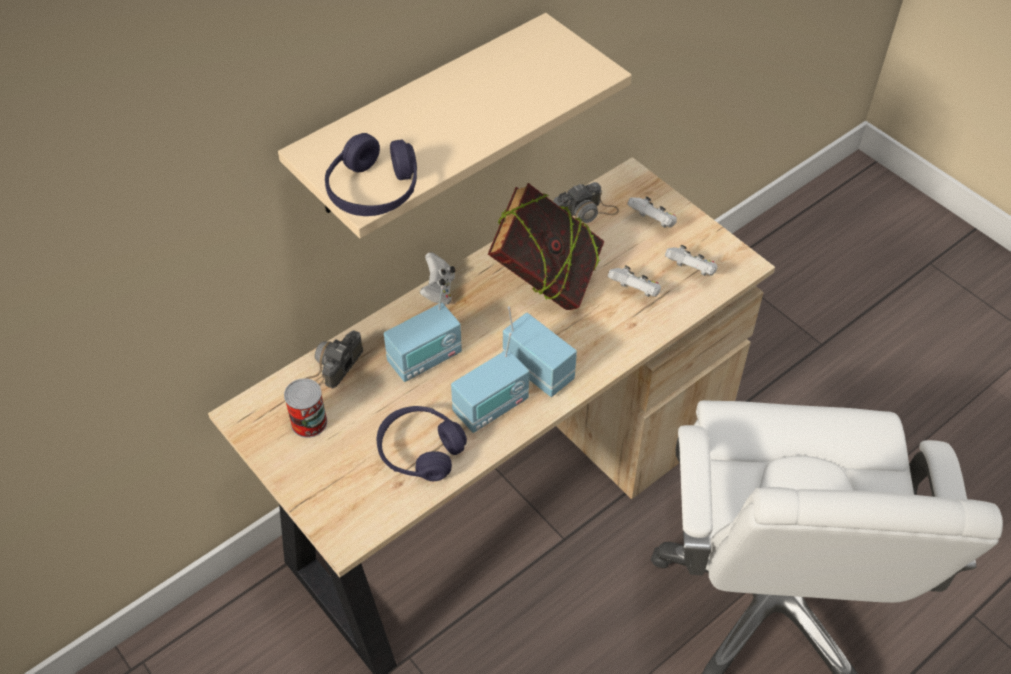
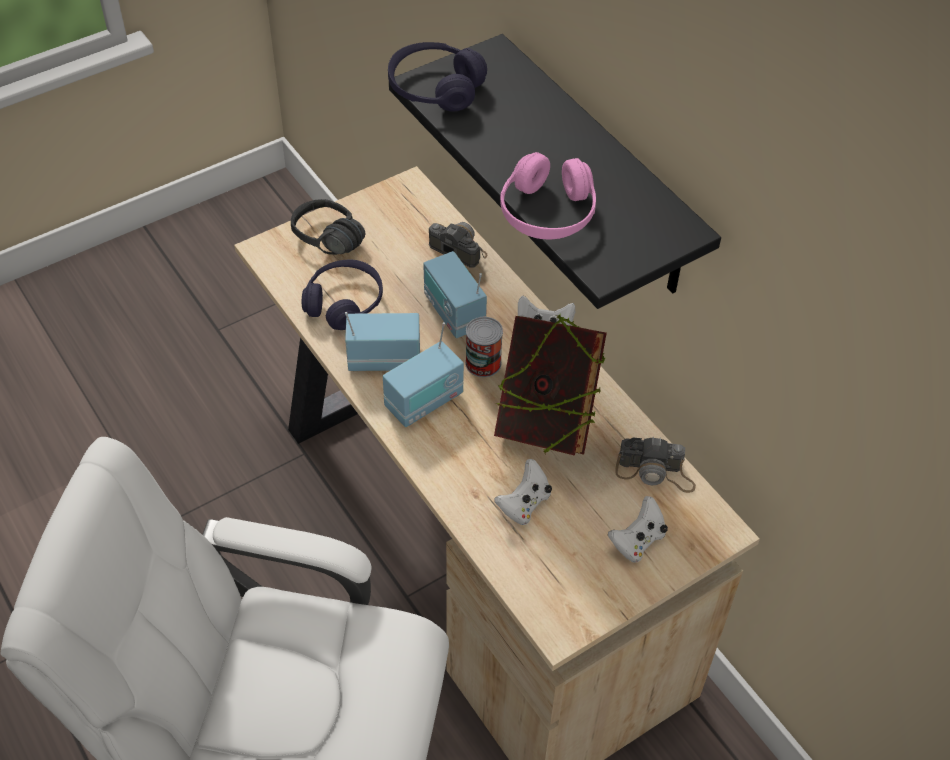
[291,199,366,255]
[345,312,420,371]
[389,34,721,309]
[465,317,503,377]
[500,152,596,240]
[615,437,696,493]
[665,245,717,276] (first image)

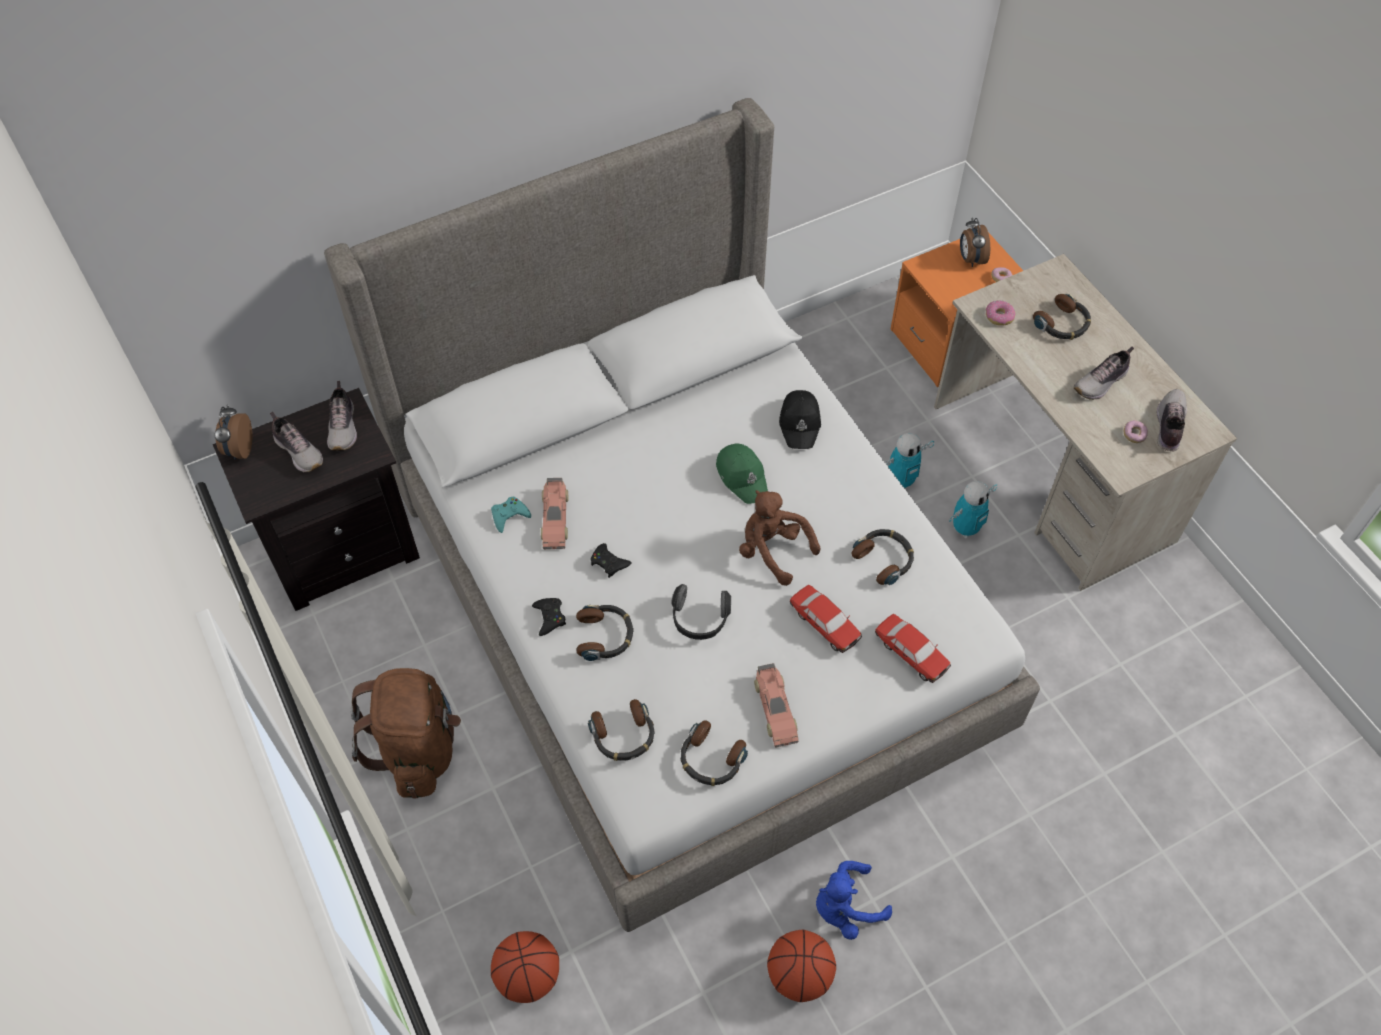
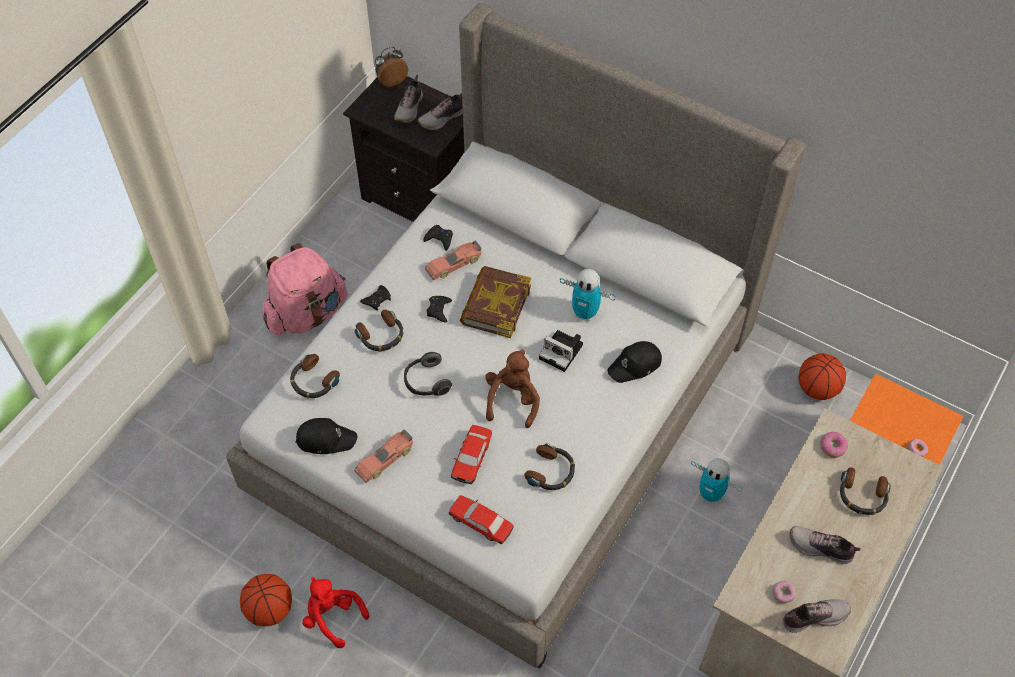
[262,243,348,335]
[296,418,357,454]
[302,577,369,648]
[423,225,453,251]
[449,495,514,544]
[460,266,531,338]
[539,330,583,372]
[560,269,616,321]
[798,353,846,400]
[960,218,990,267] (first image)

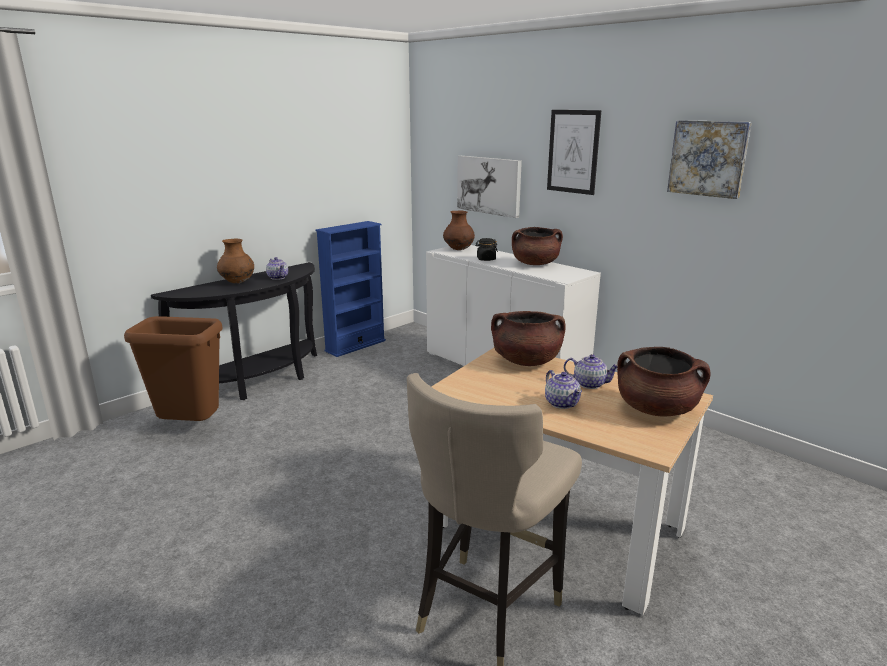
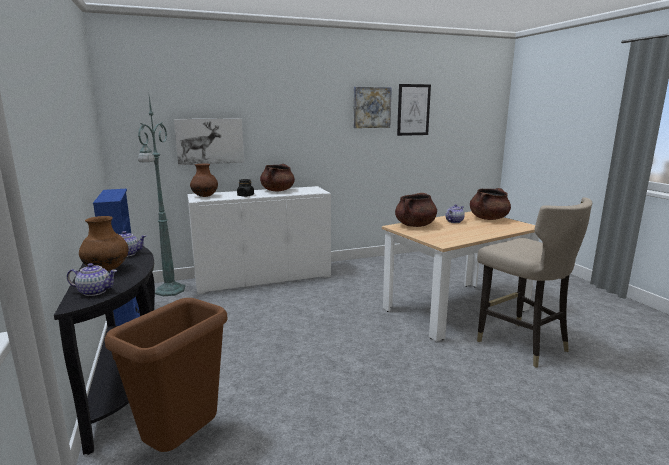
[67,263,117,296]
[138,96,185,296]
[397,84,431,136]

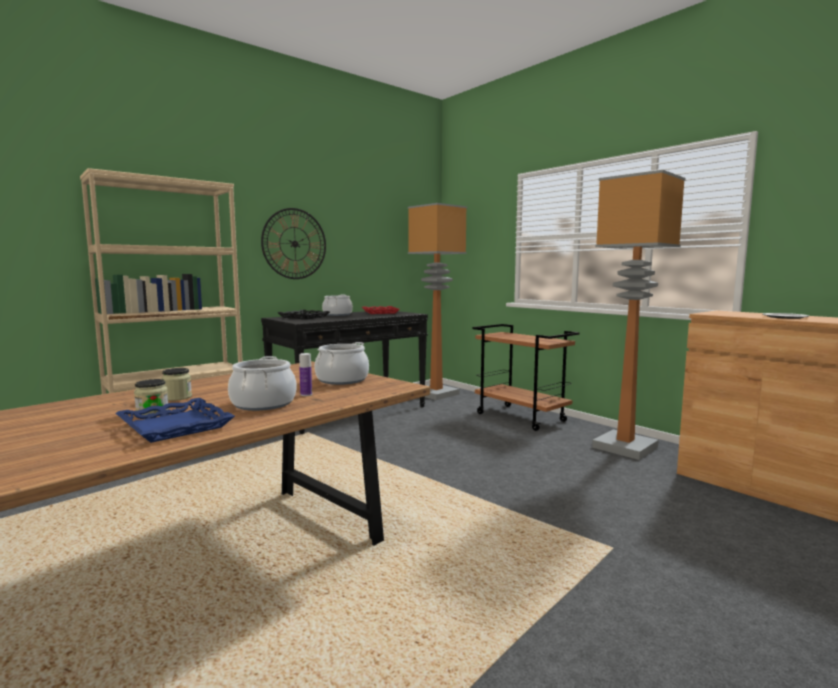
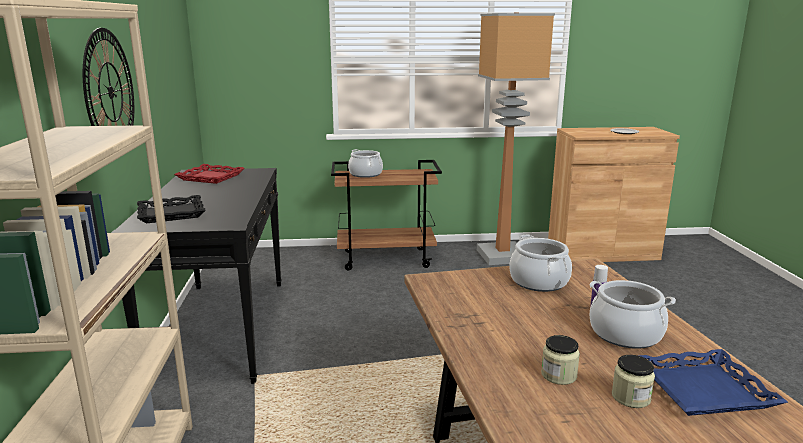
[348,149,383,178]
[408,203,467,400] (first image)

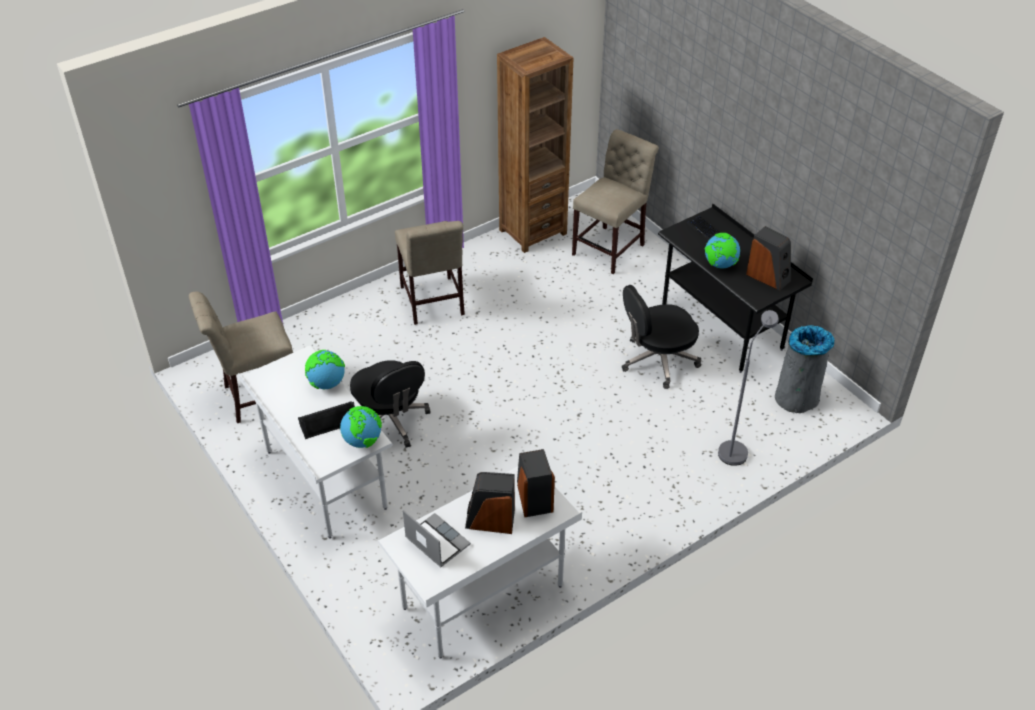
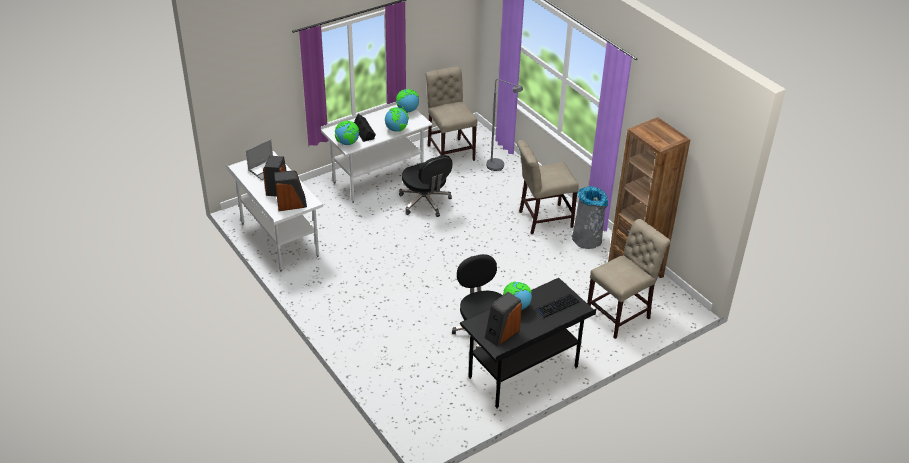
[396,89,419,113]
[399,155,452,217]
[486,79,523,171]
[571,186,608,249]
[587,219,671,339]

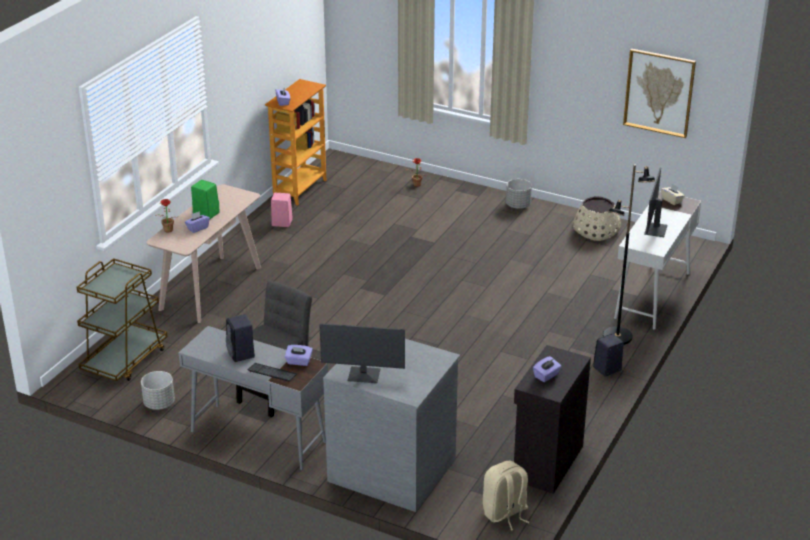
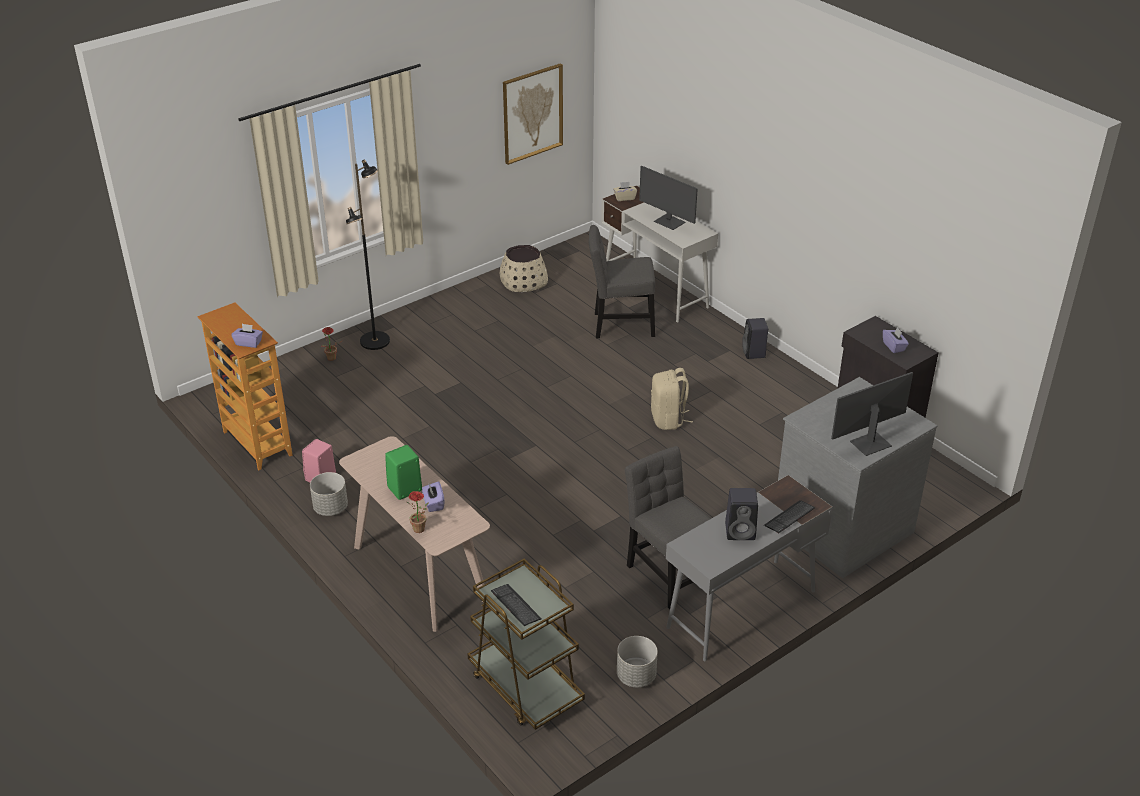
[310,472,348,516]
[346,160,390,350]
[491,584,542,626]
[589,225,655,338]
[651,368,693,430]
[831,372,913,456]
[285,345,313,366] (first image)

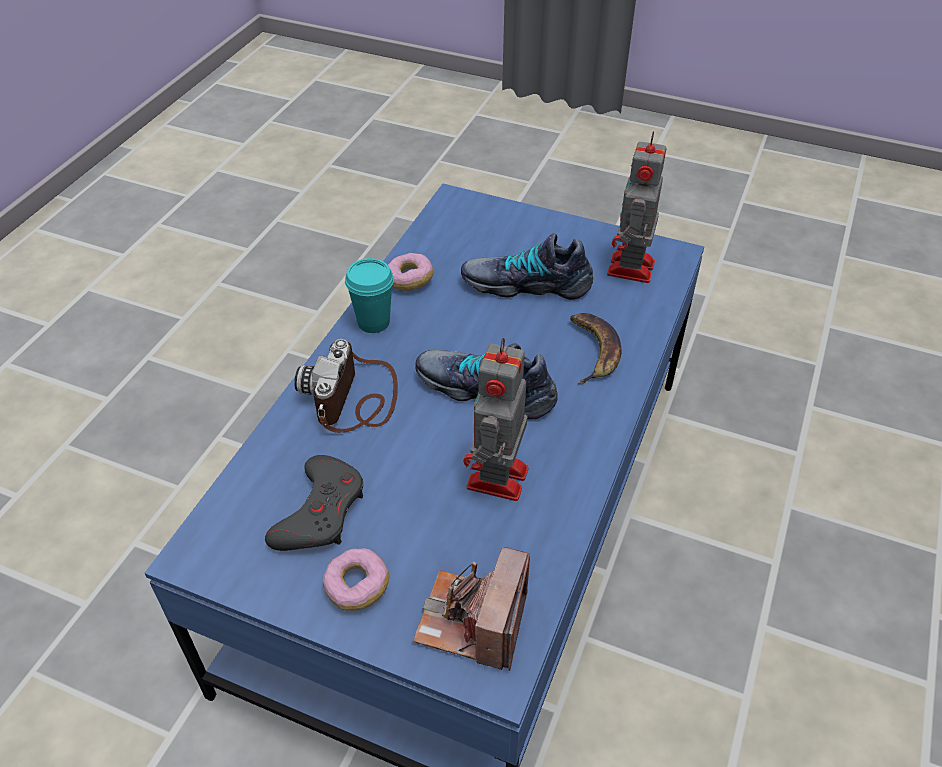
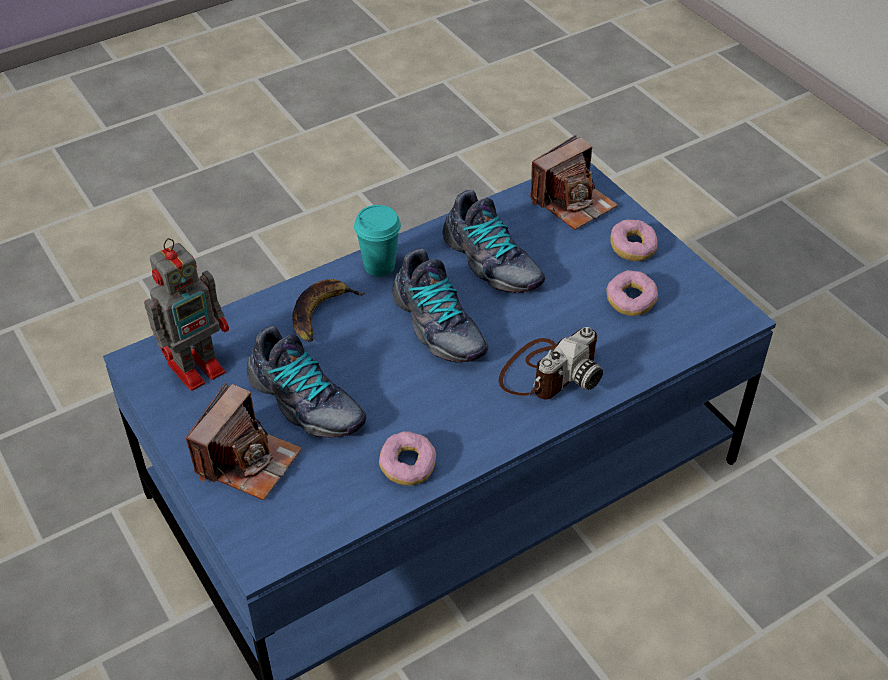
[186,383,302,501]
[354,205,401,276]
[443,190,545,294]
[607,270,658,316]

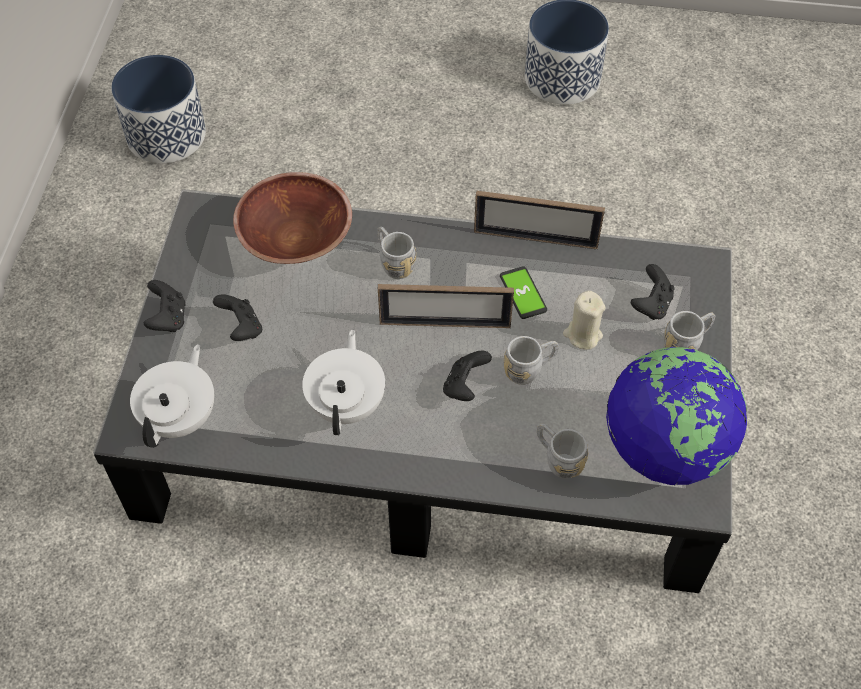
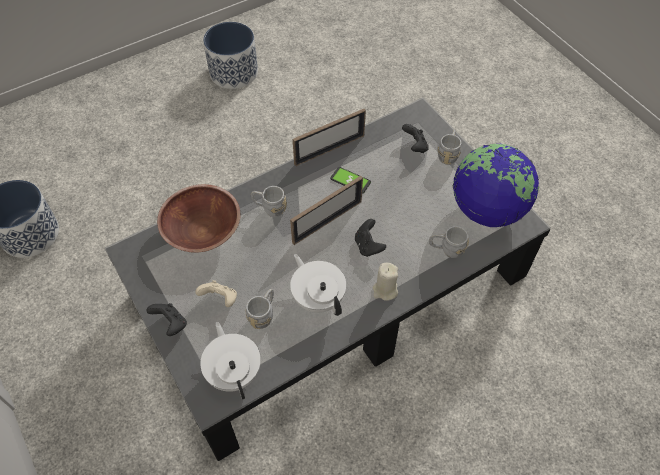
[196,280,237,307]
[246,289,274,329]
[373,263,398,301]

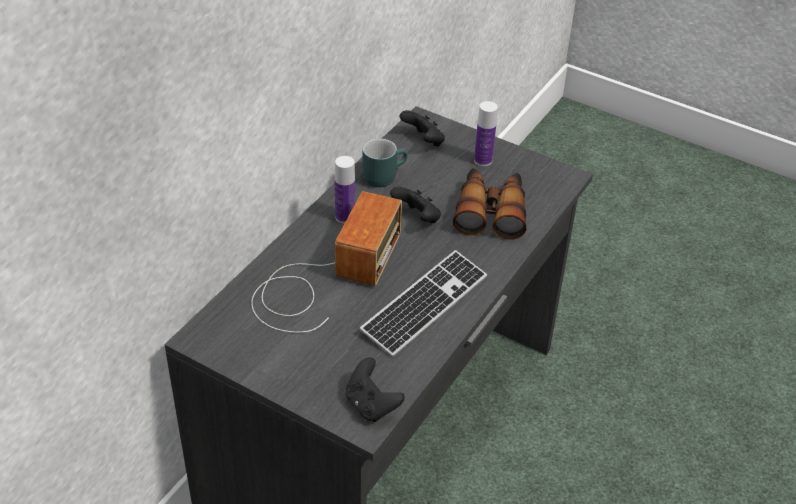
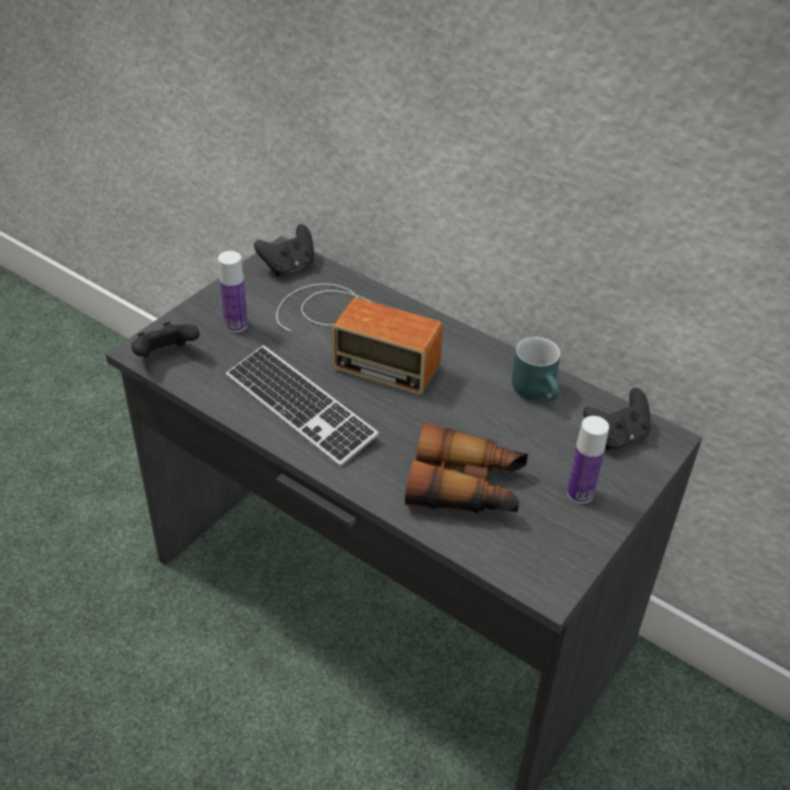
[218,251,248,333]
[254,224,314,276]

